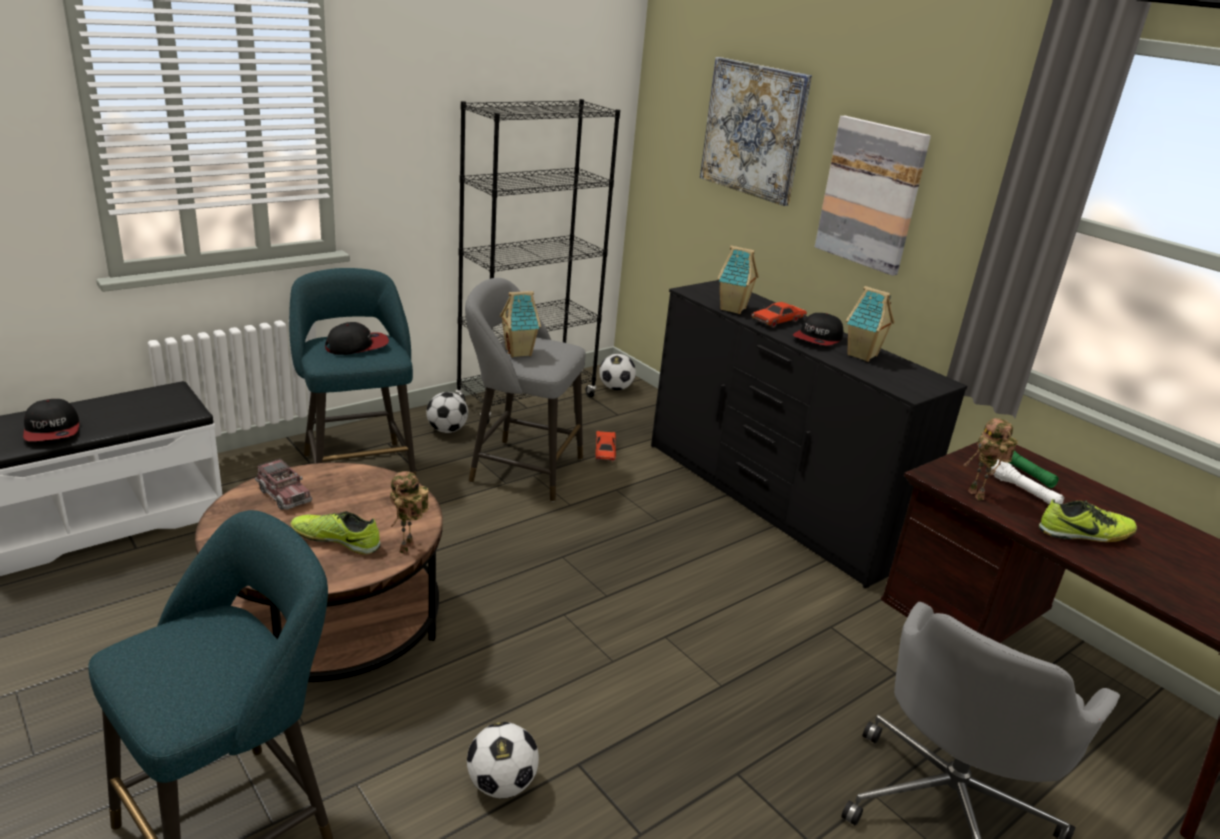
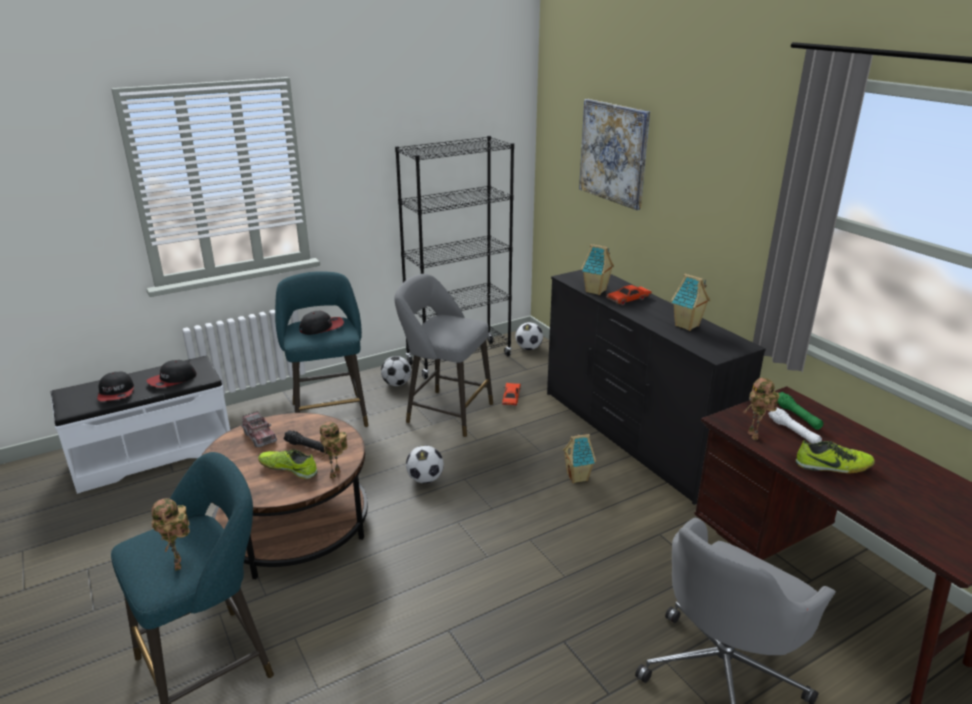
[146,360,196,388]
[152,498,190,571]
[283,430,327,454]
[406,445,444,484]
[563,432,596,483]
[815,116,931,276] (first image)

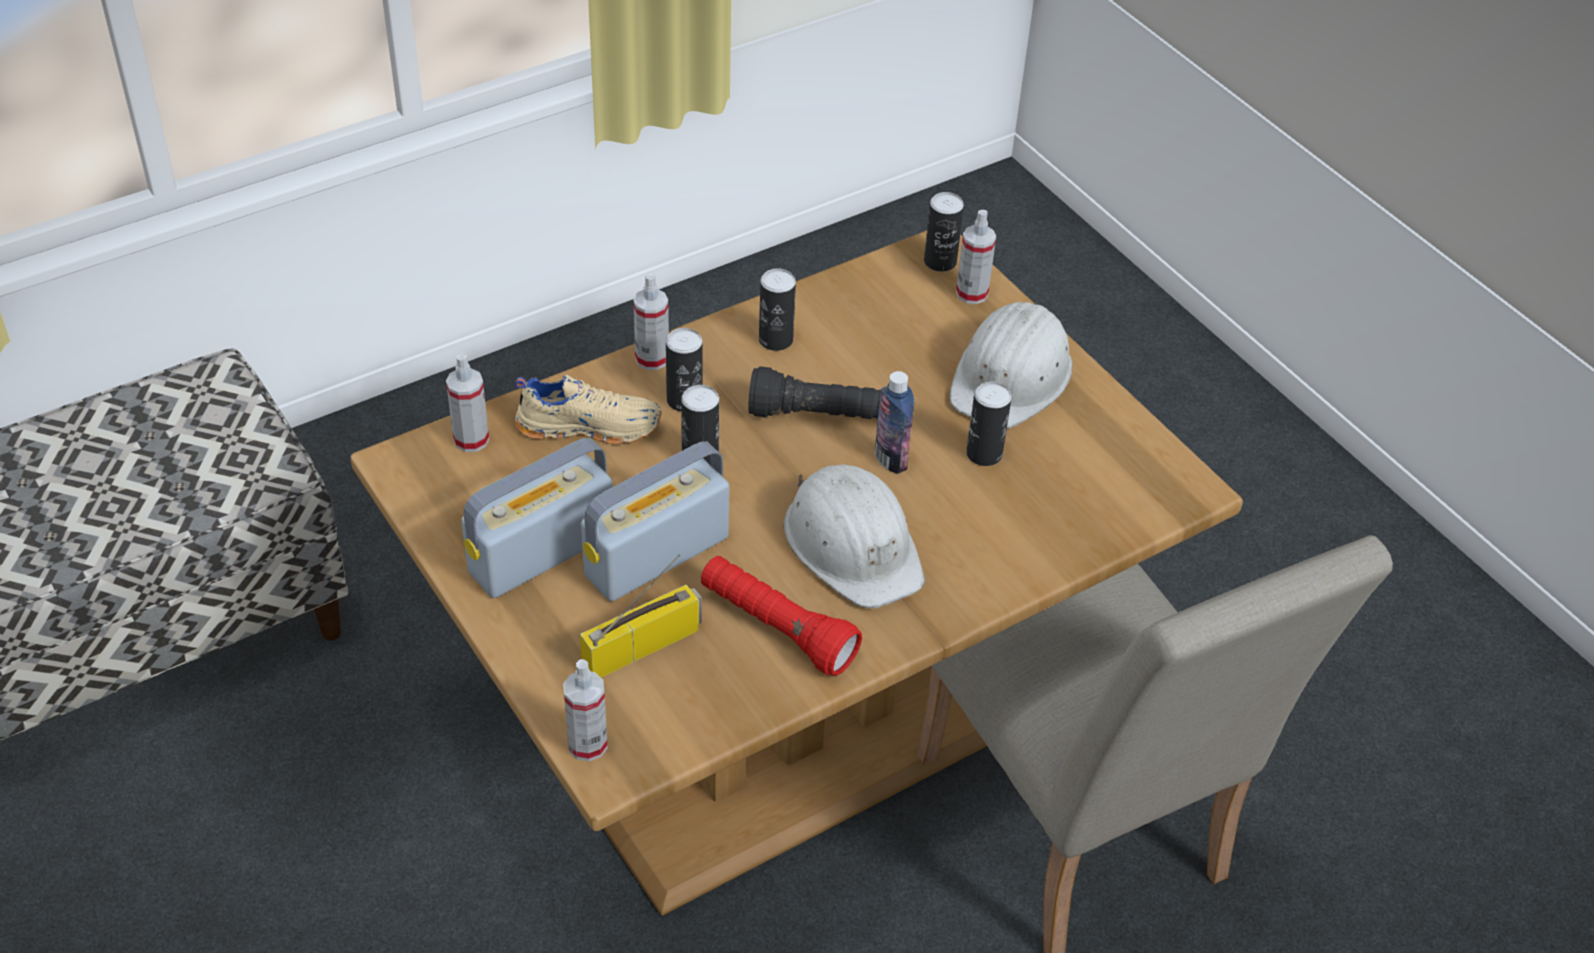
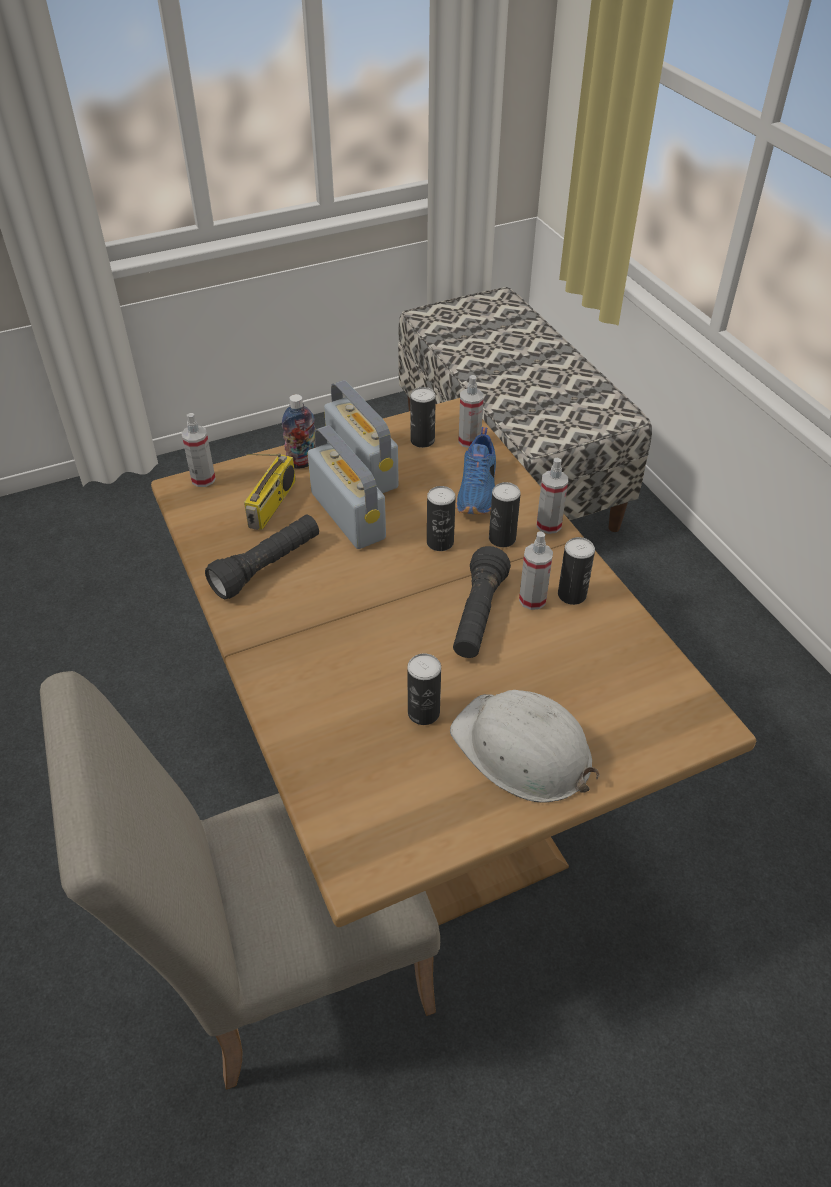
[205,515,319,599]
[244,453,296,530]
[282,394,316,469]
[410,387,436,448]
[456,427,496,514]
[519,531,553,610]
[784,464,925,608] (first image)

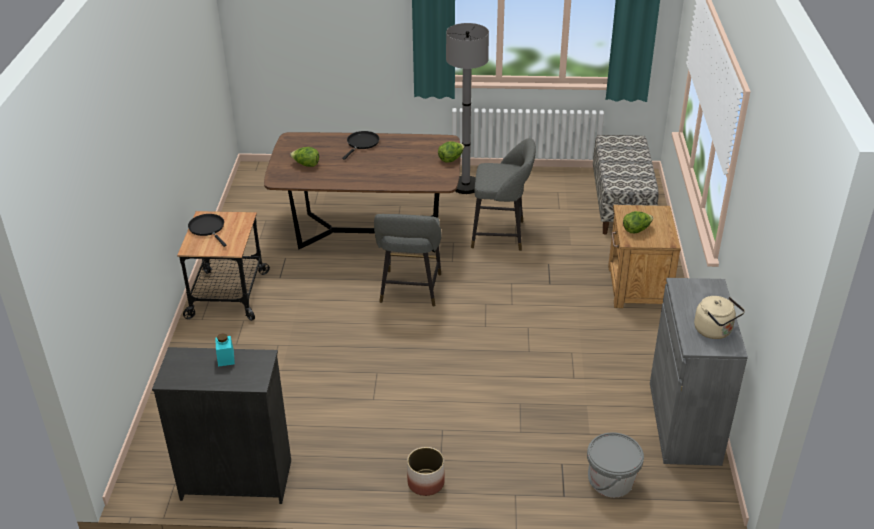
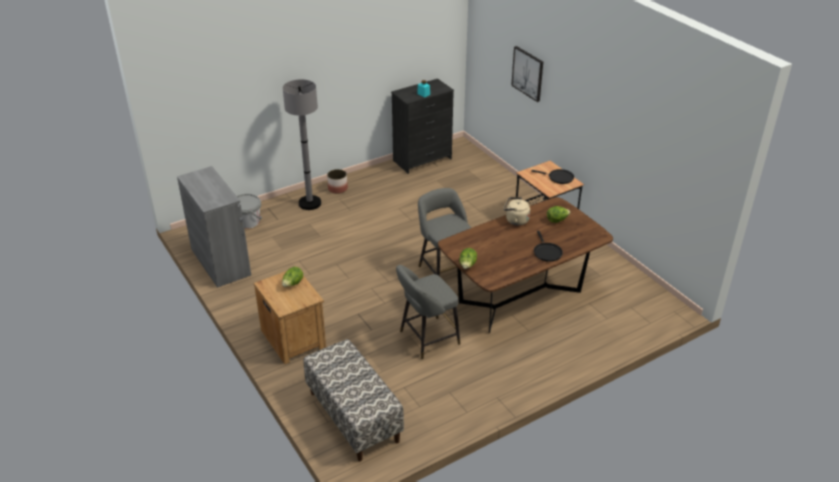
[283,79,321,210]
[504,197,530,226]
[511,46,543,102]

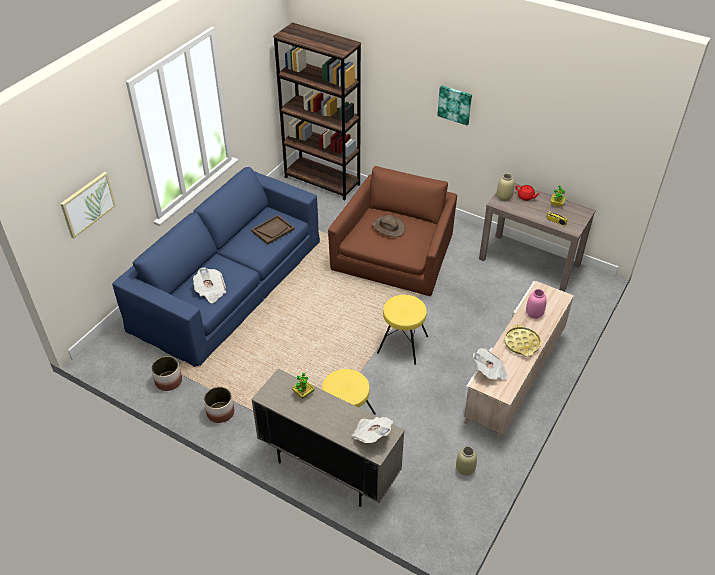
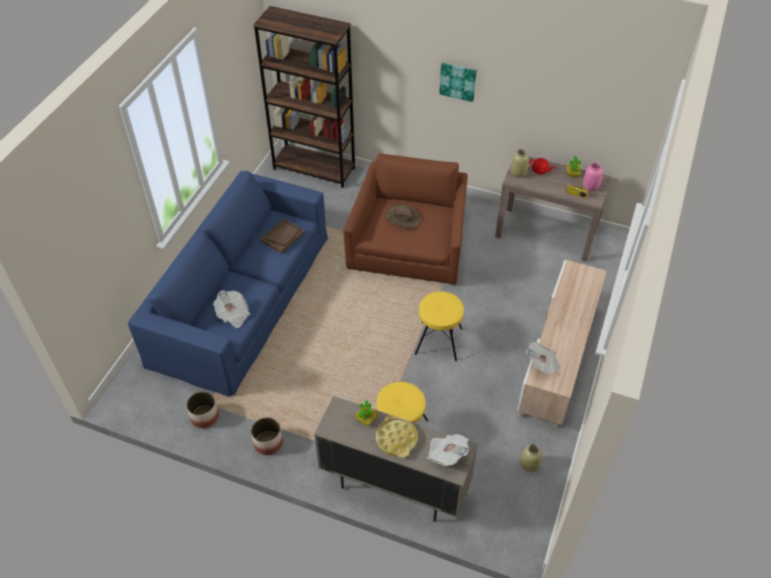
[376,415,418,458]
[583,163,603,191]
[60,172,116,238] (first image)

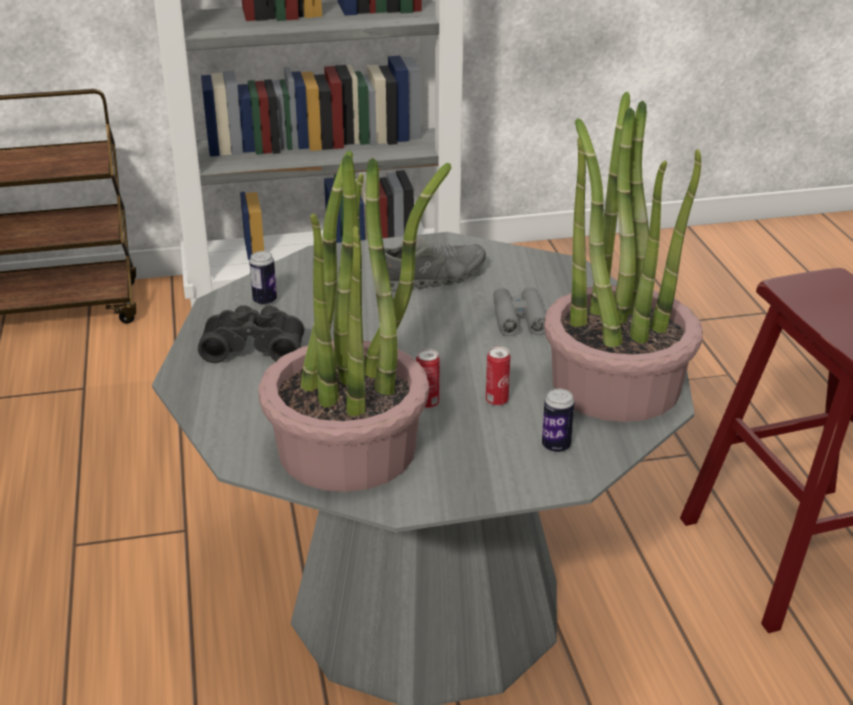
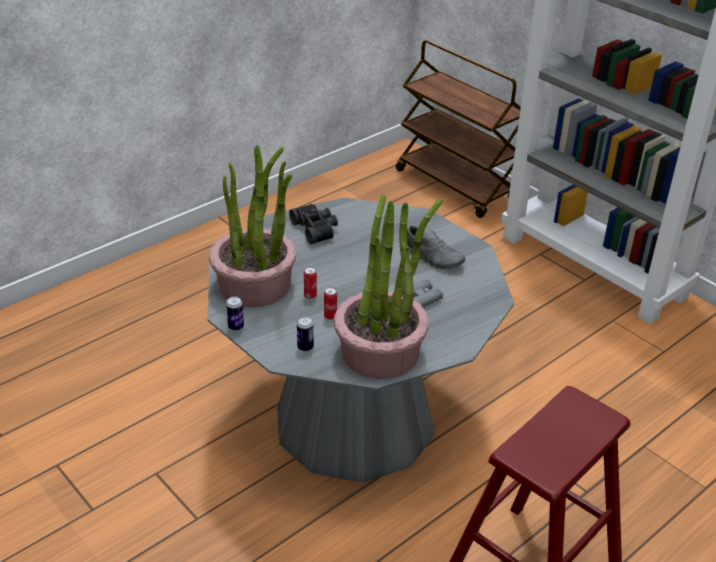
[226,296,244,331]

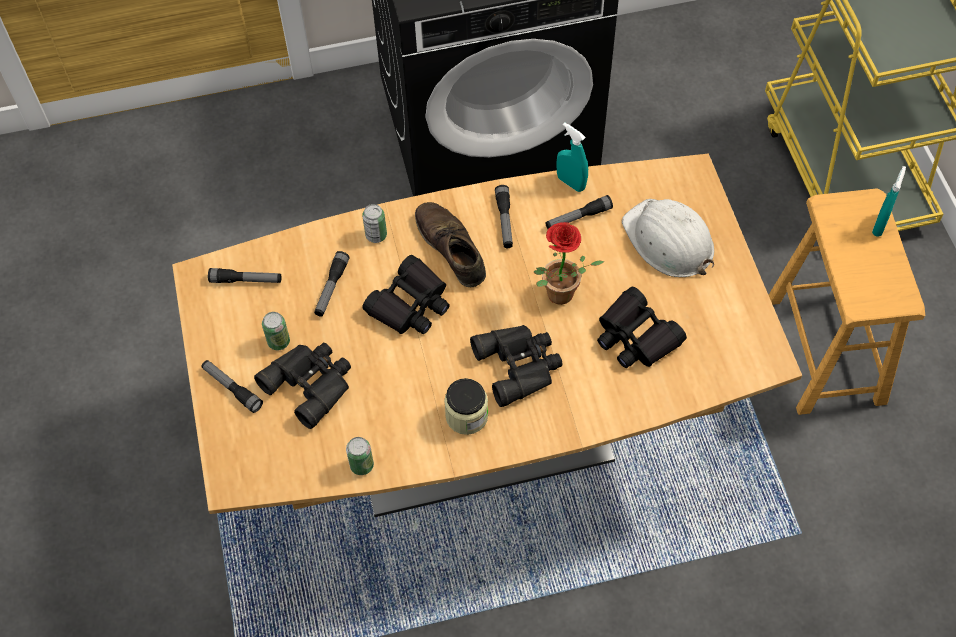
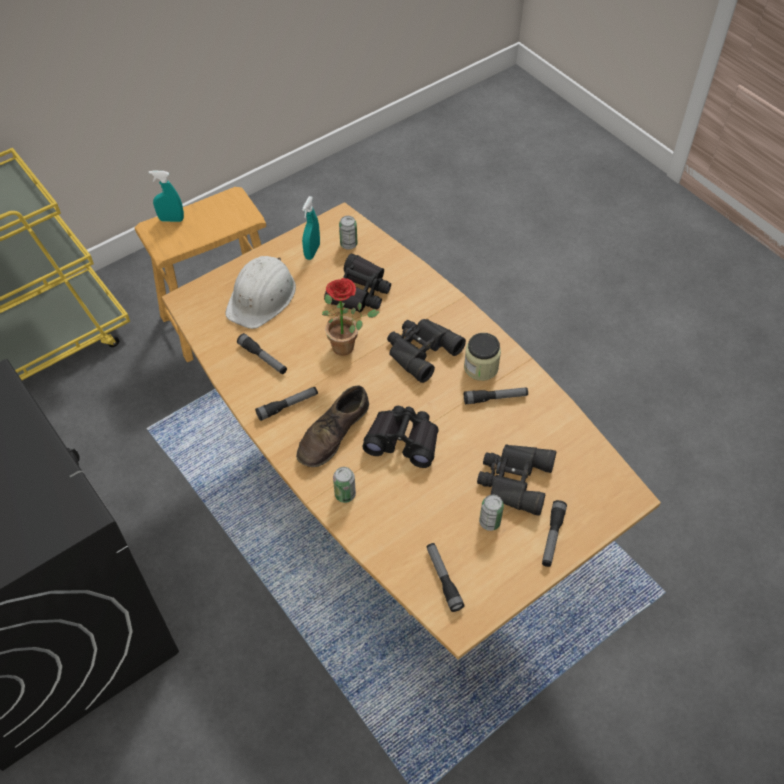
[302,196,320,260]
[339,216,357,250]
[464,387,528,404]

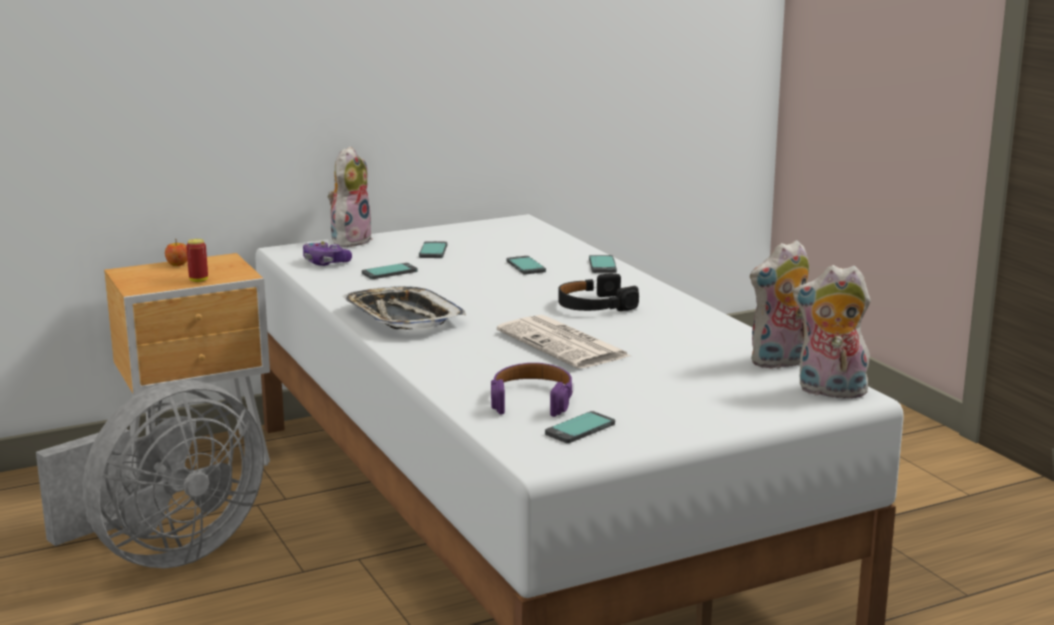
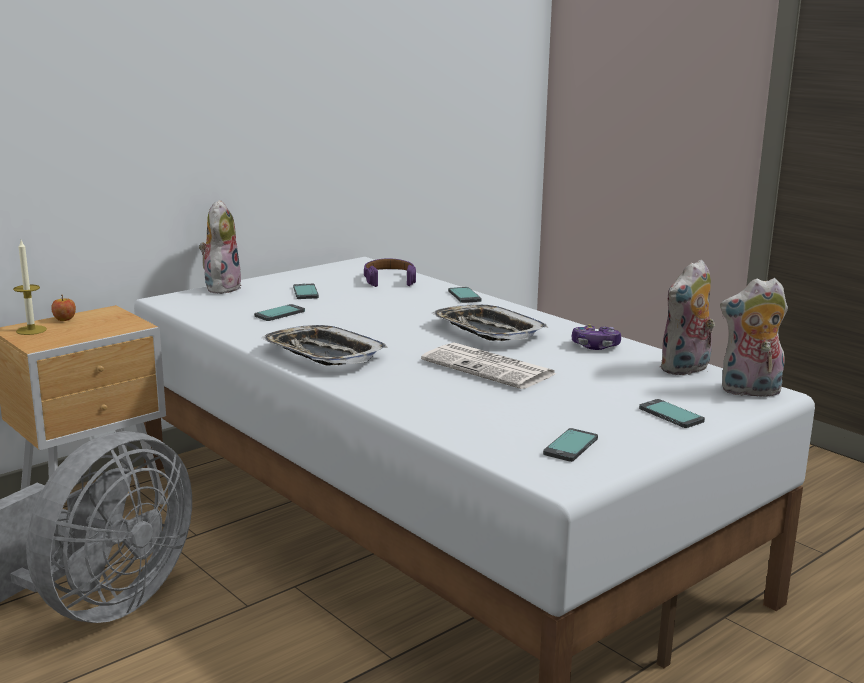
[13,240,47,335]
[364,258,416,287]
[432,305,547,341]
[572,324,621,350]
[639,399,705,428]
[186,239,208,282] (first image)

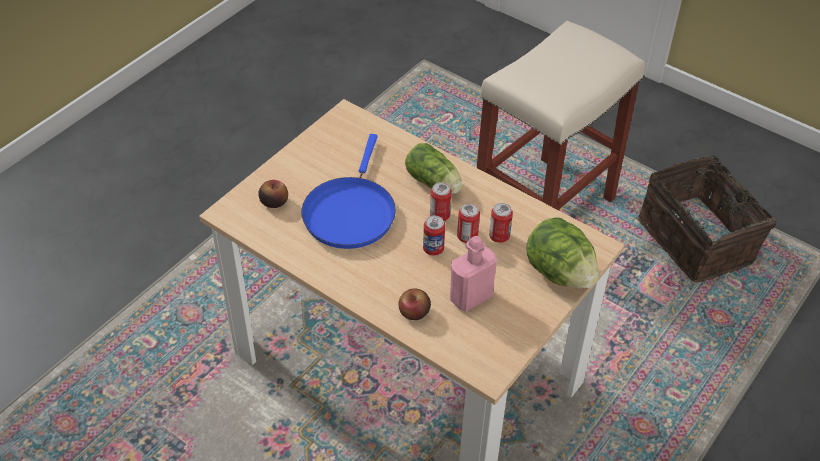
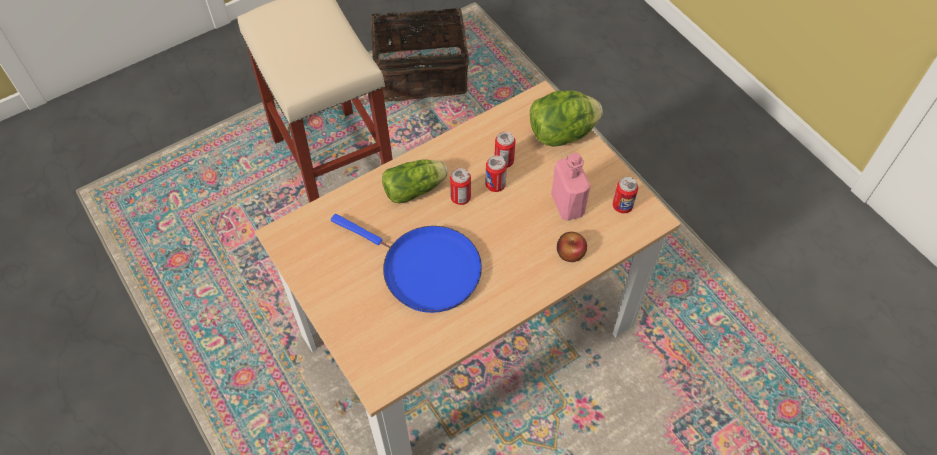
[613,177,638,213]
[258,180,288,208] (first image)

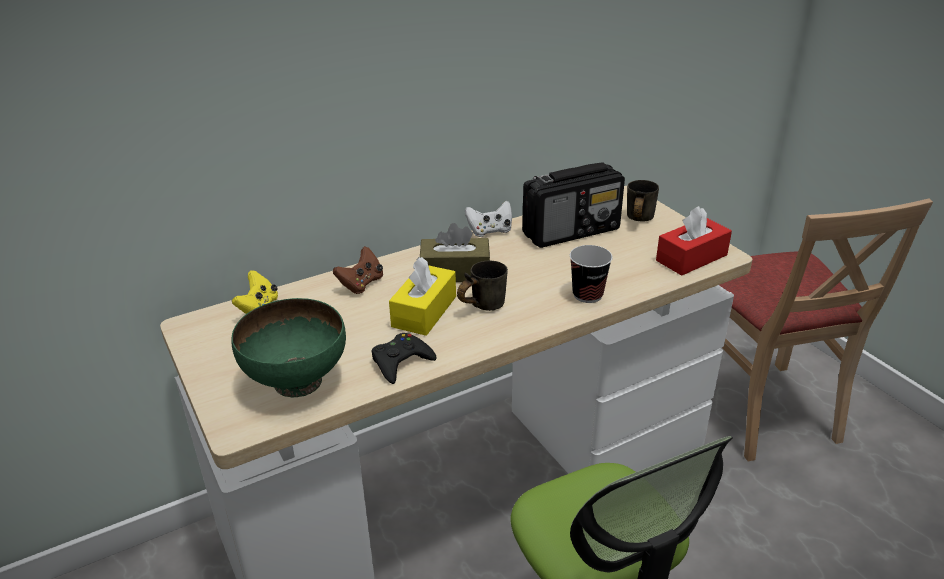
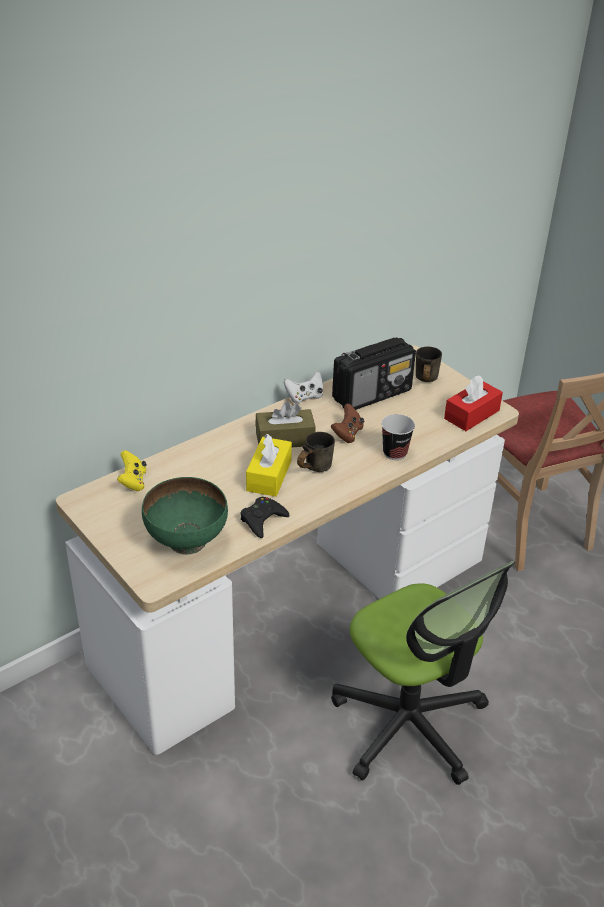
[331,403,364,443]

